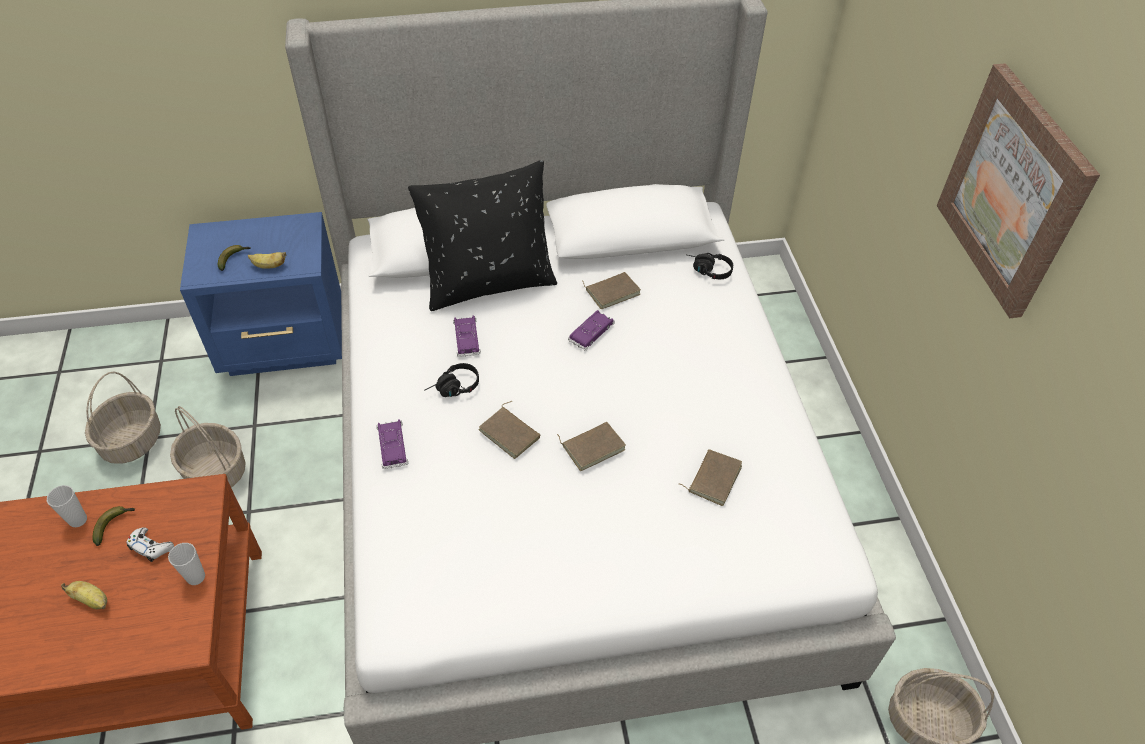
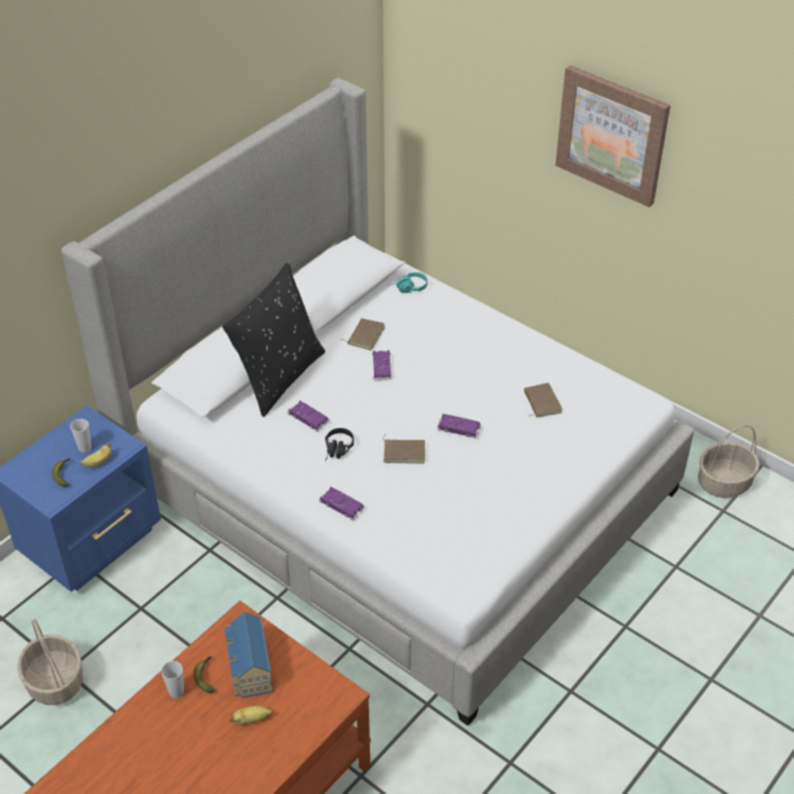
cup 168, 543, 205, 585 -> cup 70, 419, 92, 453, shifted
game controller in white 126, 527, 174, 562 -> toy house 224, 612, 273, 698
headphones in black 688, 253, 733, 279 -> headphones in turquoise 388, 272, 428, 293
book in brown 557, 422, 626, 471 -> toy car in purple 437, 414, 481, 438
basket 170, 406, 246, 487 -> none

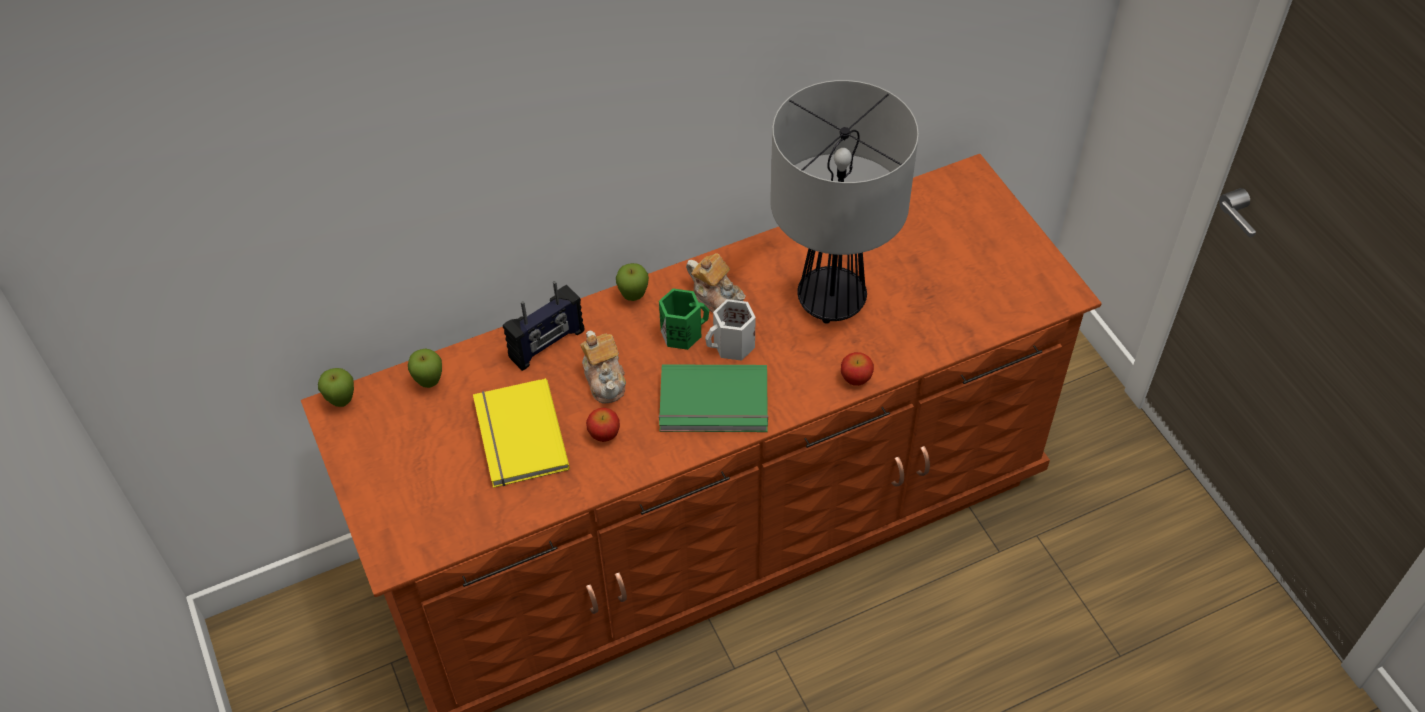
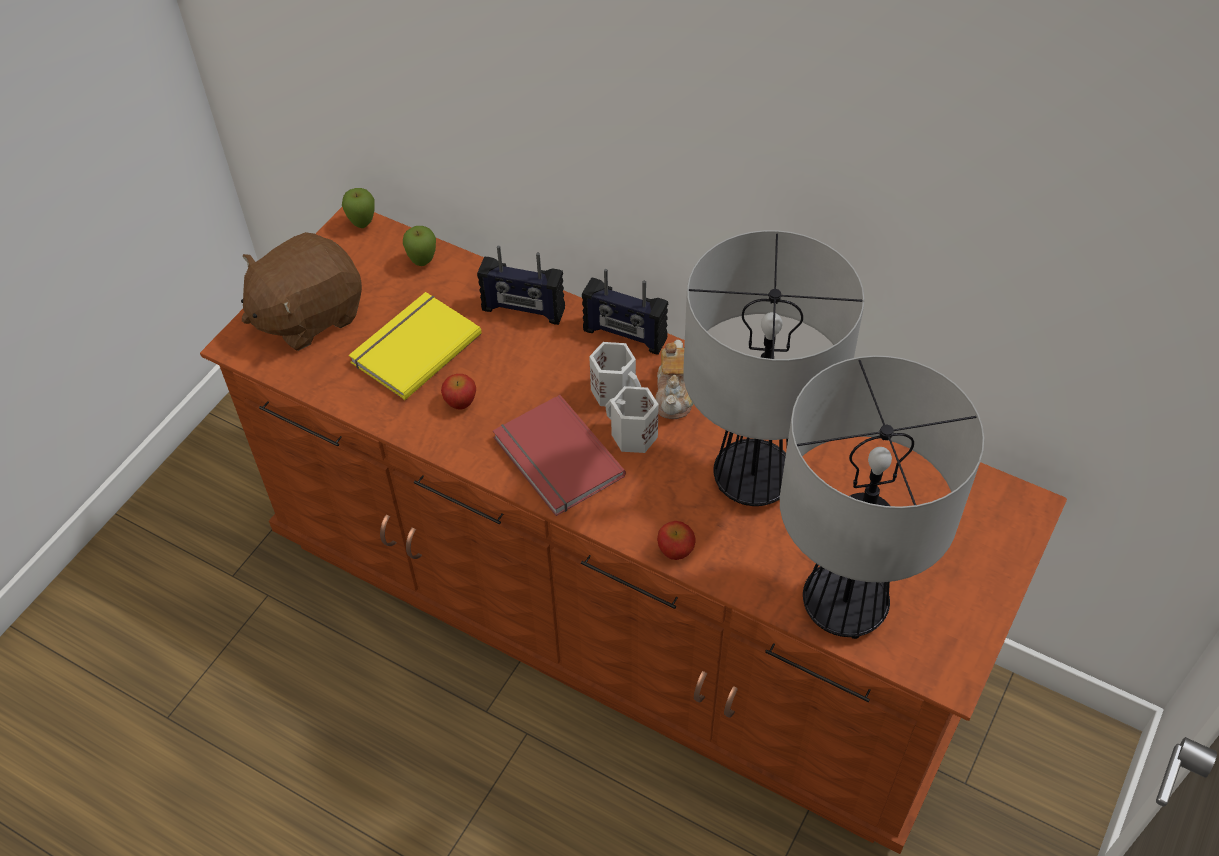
none -> plush toy in brown 241, 232, 362, 351
book in green 659, 364, 768, 432 -> book in red 493, 395, 626, 516
apple 616, 263, 649, 301 -> radio 582, 269, 668, 355
mug in green 659, 288, 709, 350 -> mug in white 589, 342, 641, 406
none -> table lamp 780, 356, 984, 639
teapot 580, 331, 626, 403 -> none

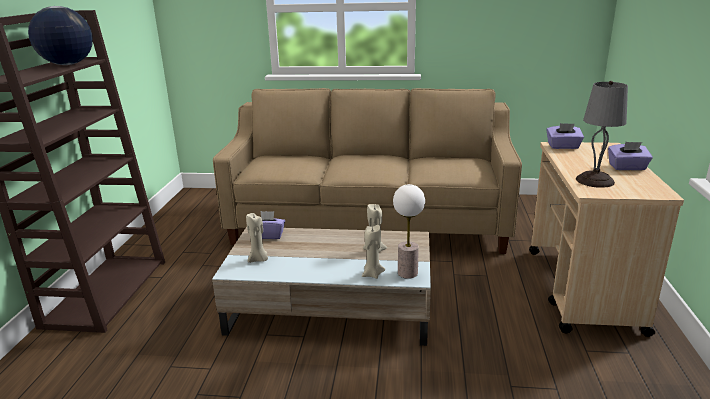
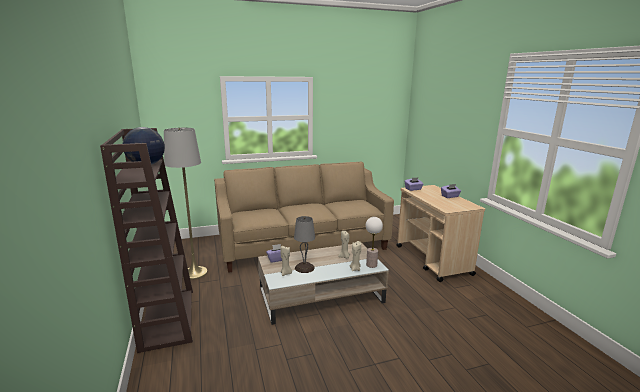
none -> floor lamp in grey 164, 128, 208, 280
table lamp in grey 576, 81, 628, 188 -> table lamp in grey 294, 216, 315, 273, shifted

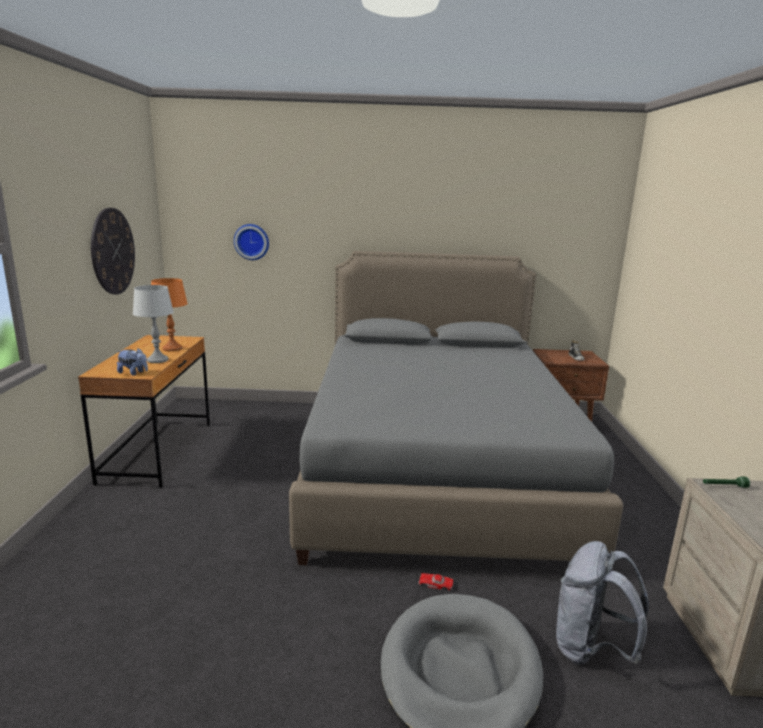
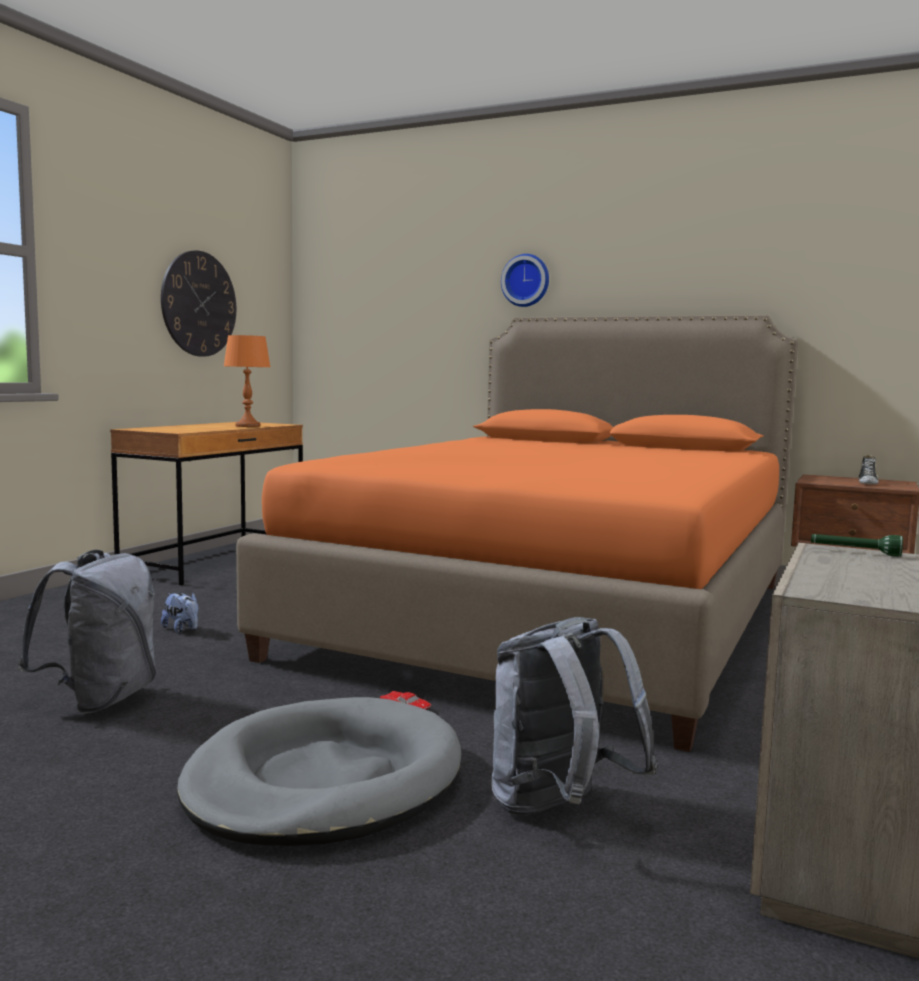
none -> backpack in grey 18, 550, 156, 714
plush toy 117, 348, 148, 375 -> plush toy 161, 593, 198, 633, shifted
bed in grey 289, 251, 623, 565 -> bed in orange 236, 315, 798, 752
wall clock 234, 224, 269, 260 -> wall clock 501, 254, 549, 307, shifted
table lamp in grey 133, 285, 174, 363 -> none

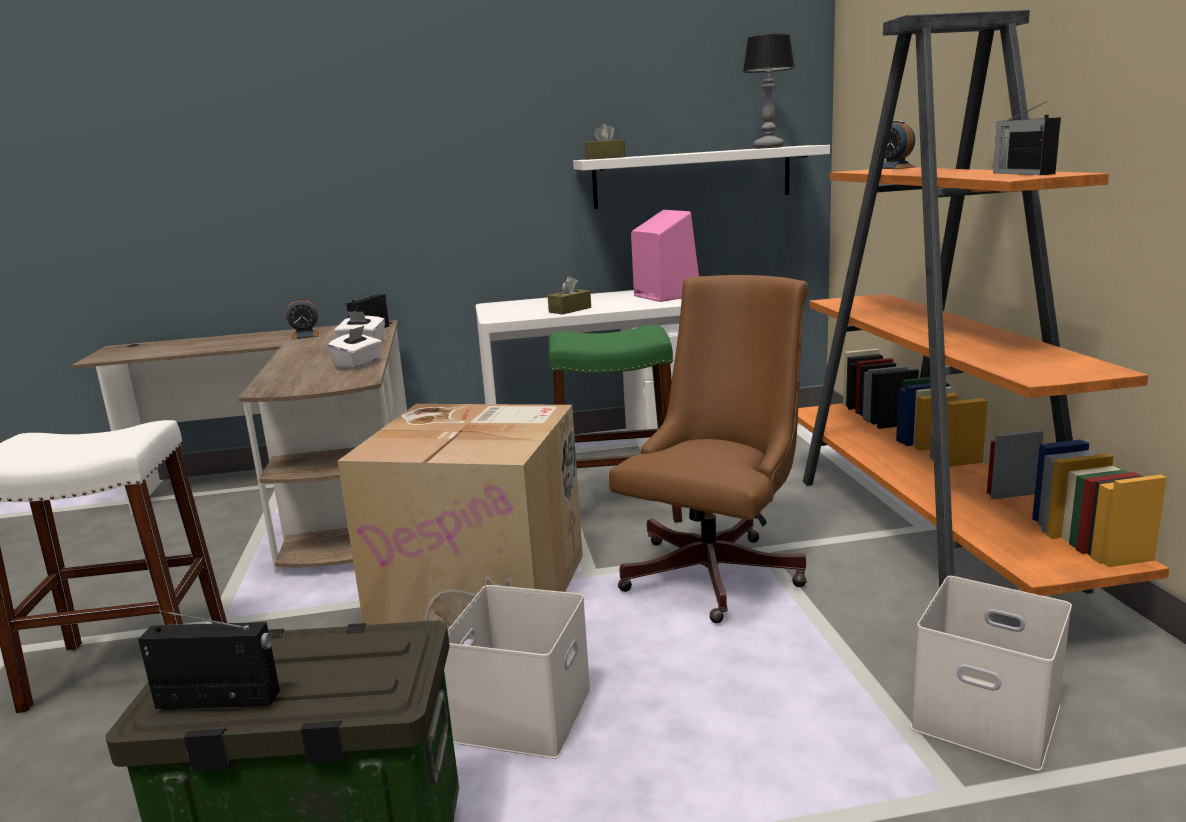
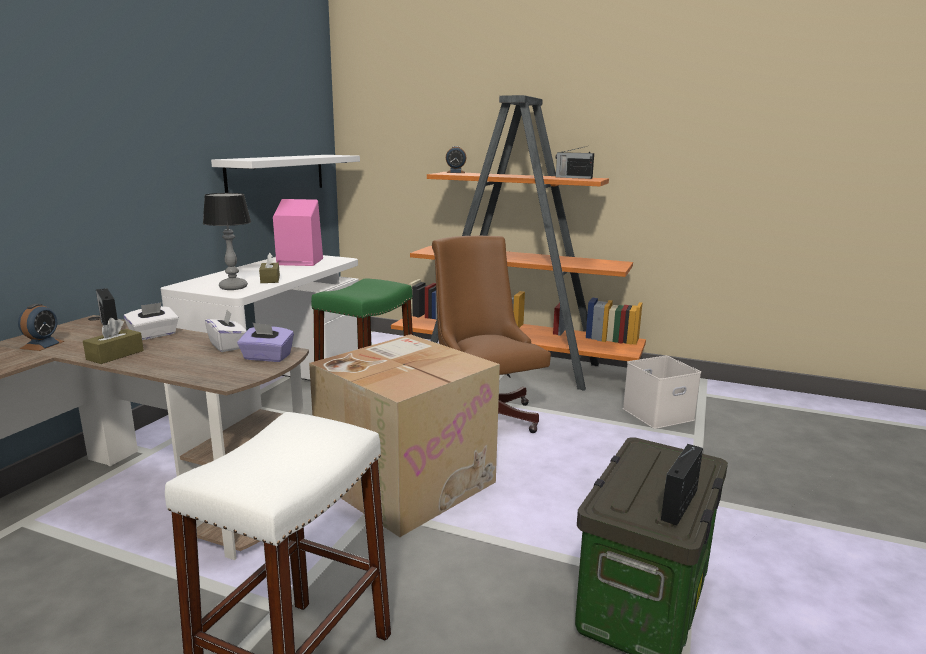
tissue box in brown 585, 124, 625, 160 -> tissue box in brown 83, 318, 144, 364, shifted
table lamp 743, 34, 795, 149 -> table lamp 203, 193, 251, 290, shifted
none -> tissue box in purple 237, 323, 294, 362
storage box in white 444, 585, 591, 759 -> none

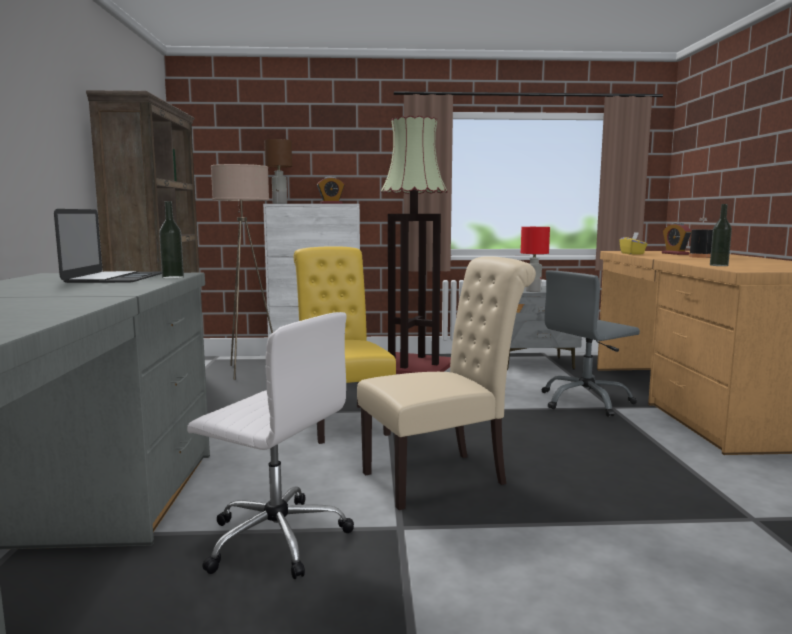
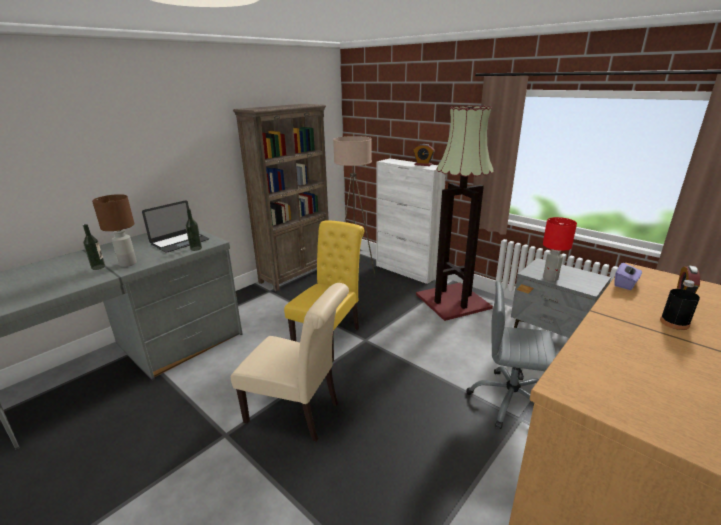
bottle 710, 204, 732, 266 -> bottle 83, 224, 105, 270, shifted
table lamp in brown 264, 139, 292, 204 -> table lamp in brown 92, 194, 137, 267, shifted
tissue box in yellow 619, 232, 647, 254 -> tissue box in purple 614, 263, 642, 290
office chair in white 187, 312, 354, 579 -> none

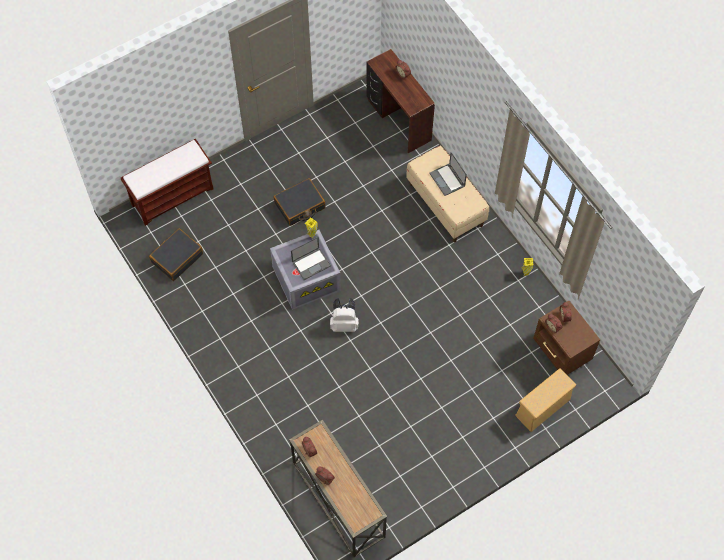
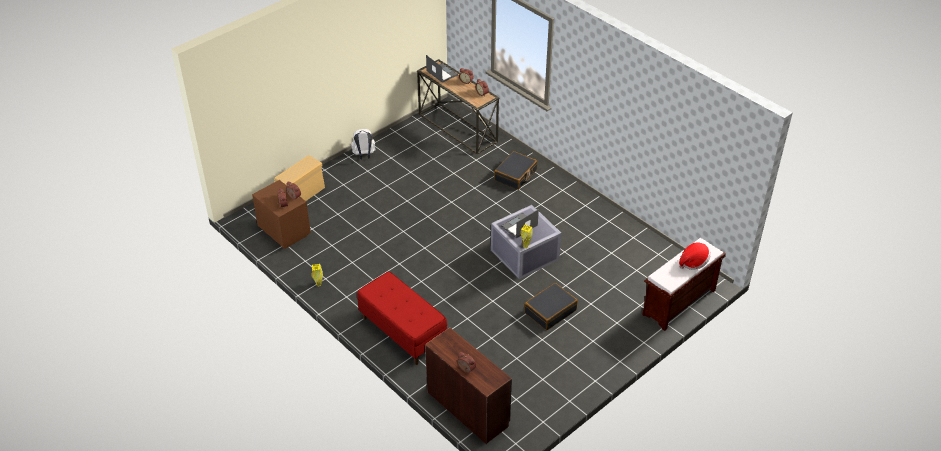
backpack in white 330, 298, 359, 332 -> backpack in white 351, 129, 375, 159, shifted
bench in beige 406, 145, 489, 242 -> bench in red 357, 271, 447, 365
laptop 429, 152, 467, 196 -> laptop 426, 55, 458, 83, shifted
suitcase in black 149, 228, 203, 281 -> suitcase in black 494, 151, 537, 190, shifted
none -> hat 679, 242, 711, 270

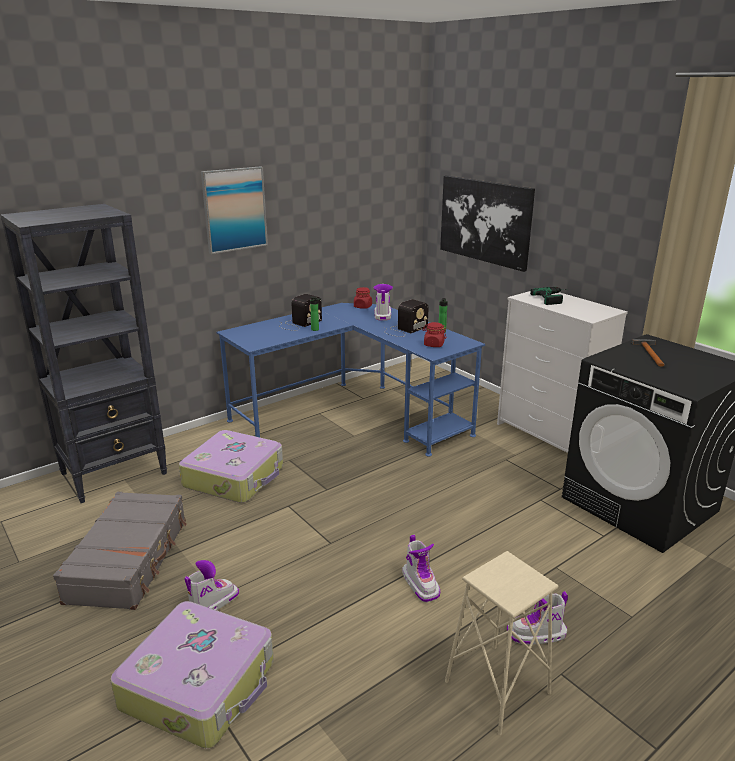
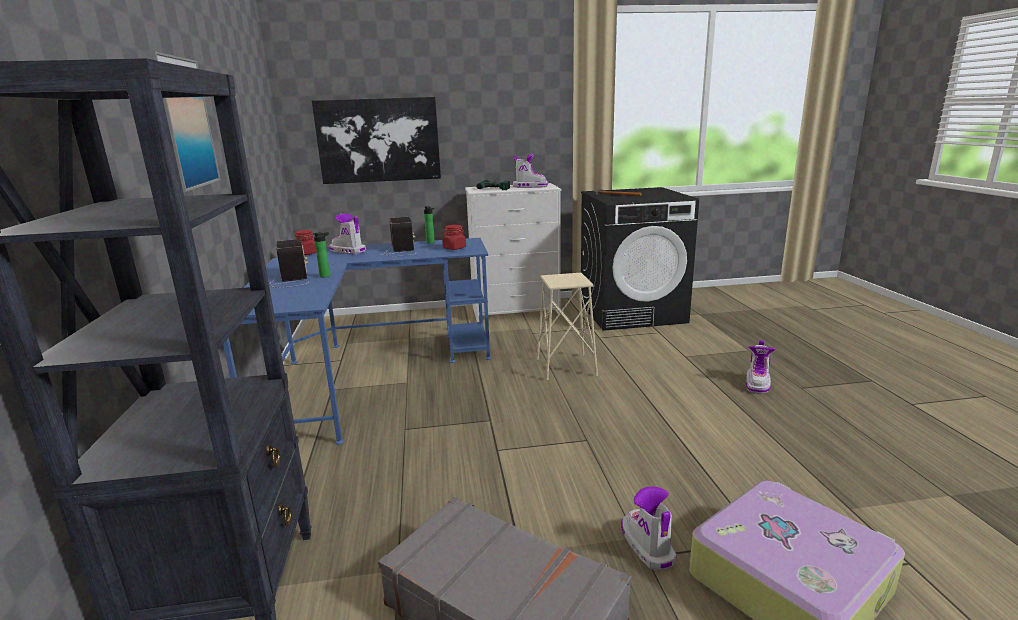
boot 402, 535, 440, 602 -> boot 512, 154, 548, 188, shifted
stool in beige 445, 551, 558, 735 -> stool in beige 536, 273, 598, 380, shifted
suitcase 179, 430, 283, 503 -> none

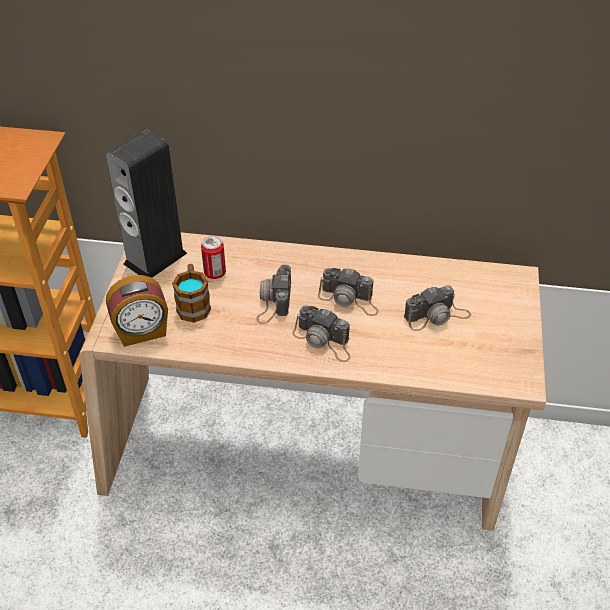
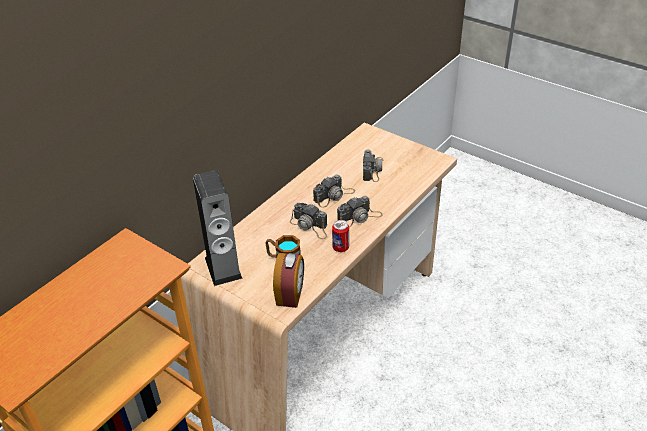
can 201, 236, 226, 279 -> can 332, 220, 349, 252, shifted

